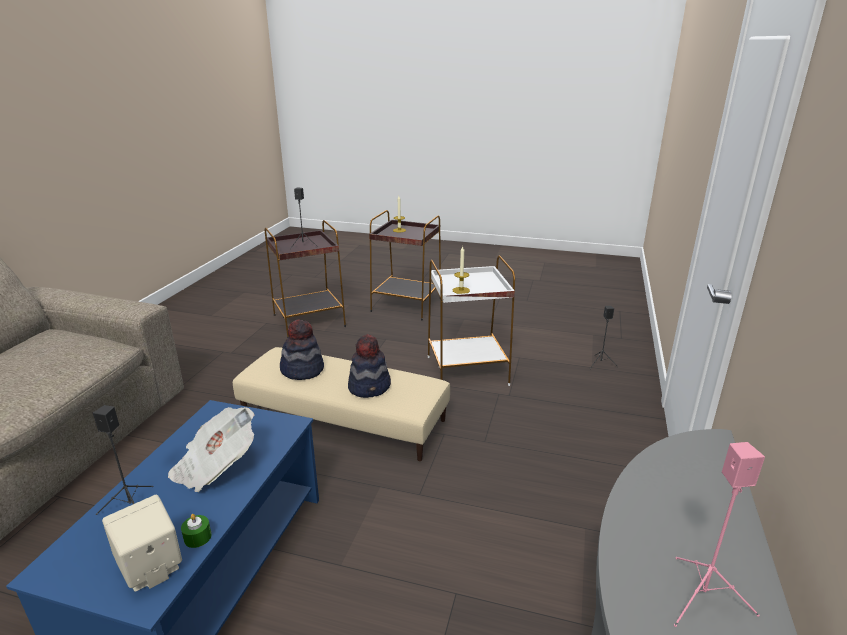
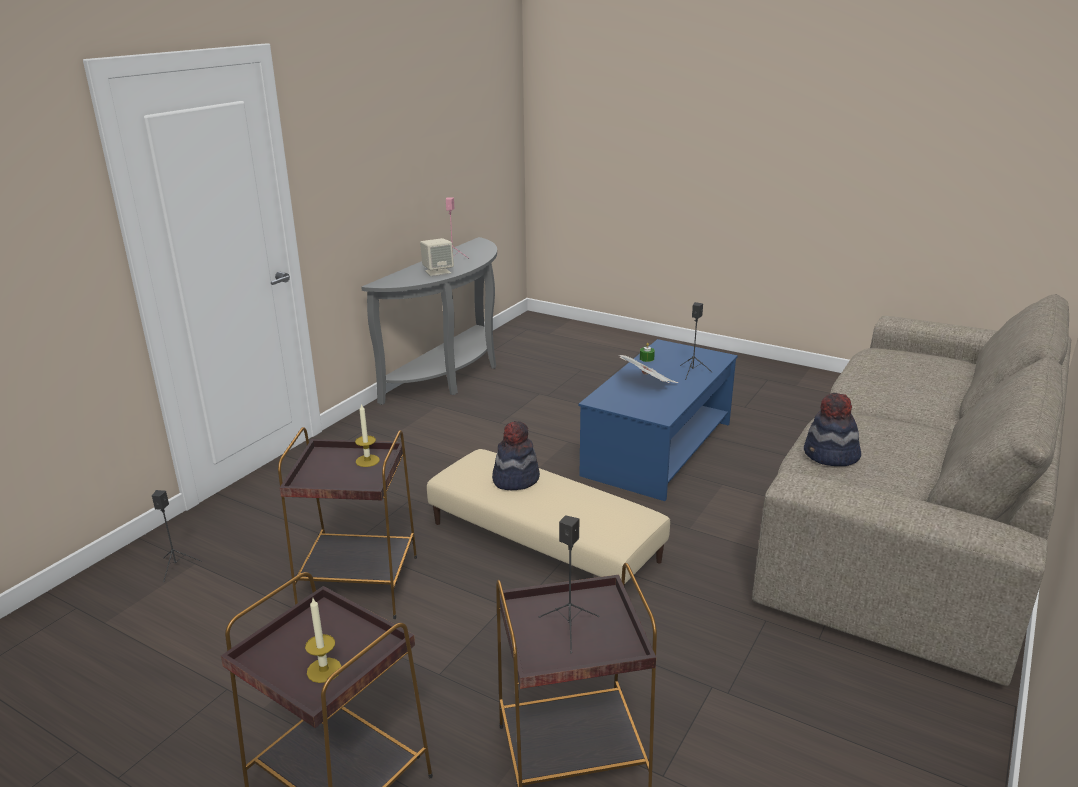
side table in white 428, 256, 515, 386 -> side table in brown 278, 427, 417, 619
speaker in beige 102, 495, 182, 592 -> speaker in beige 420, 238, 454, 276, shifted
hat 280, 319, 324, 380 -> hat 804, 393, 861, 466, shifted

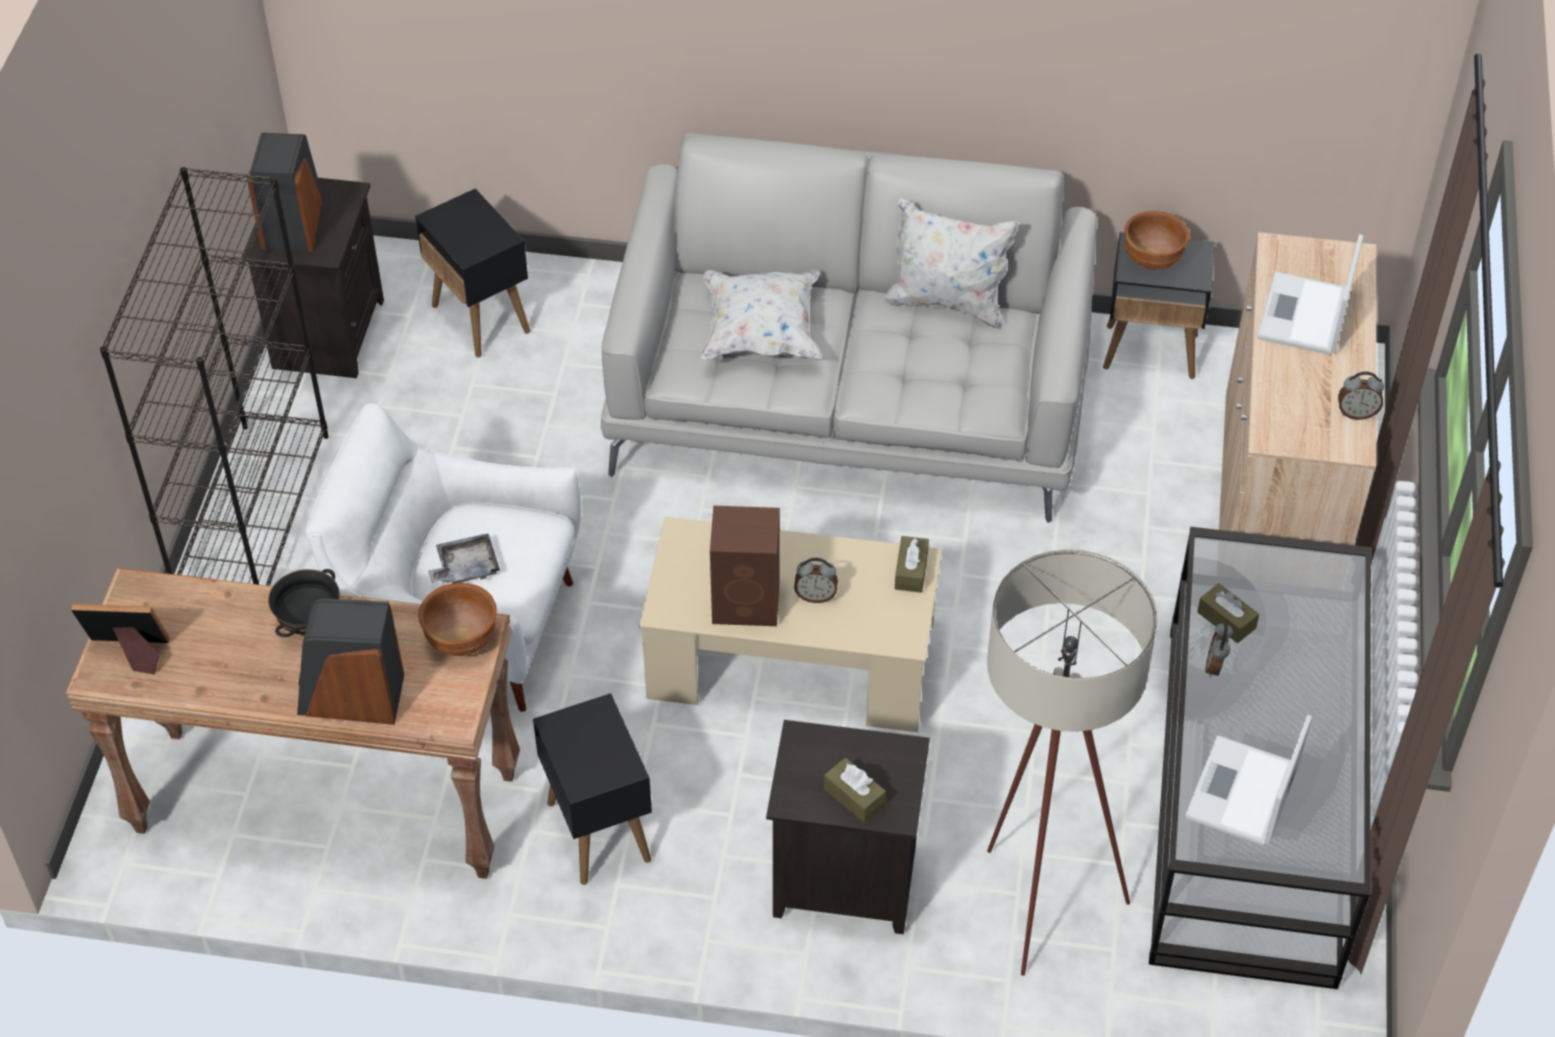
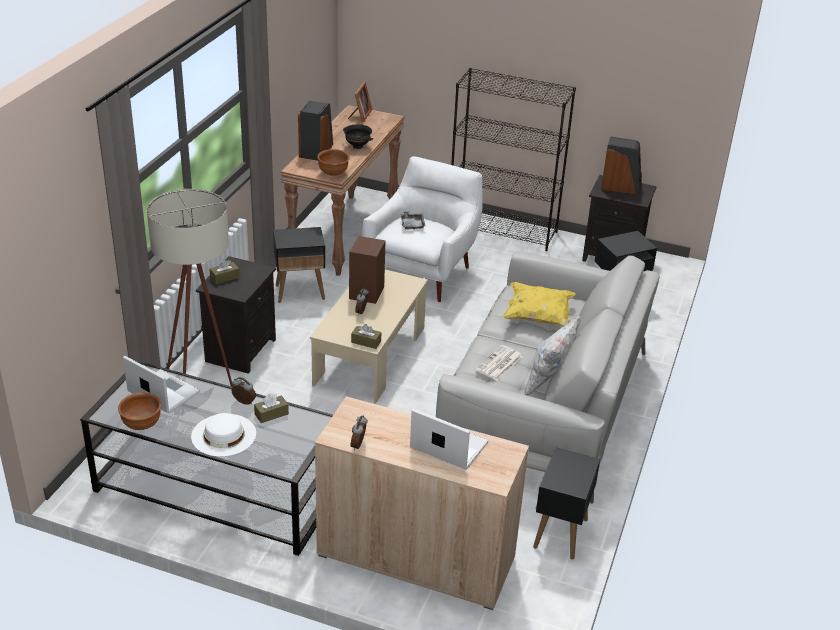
bowl in brown 1124, 211, 1190, 270 -> bowl in brown 118, 393, 161, 430, shifted
none -> hat in white 191, 413, 256, 457
none -> newspaper 475, 345, 523, 380
pillow in white 700, 270, 822, 360 -> pillow in yellow 503, 282, 576, 326

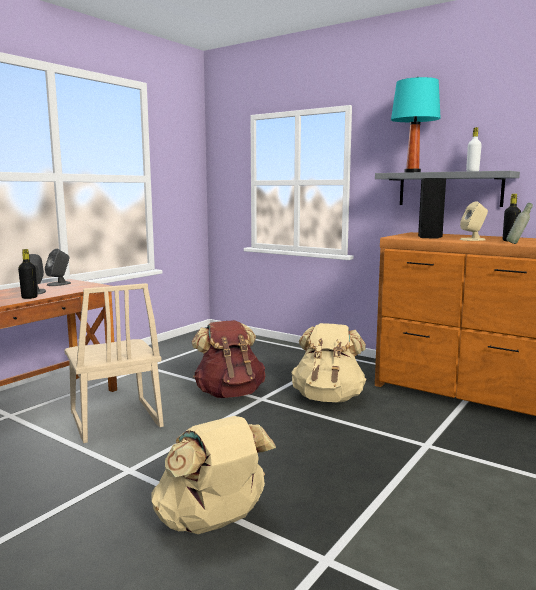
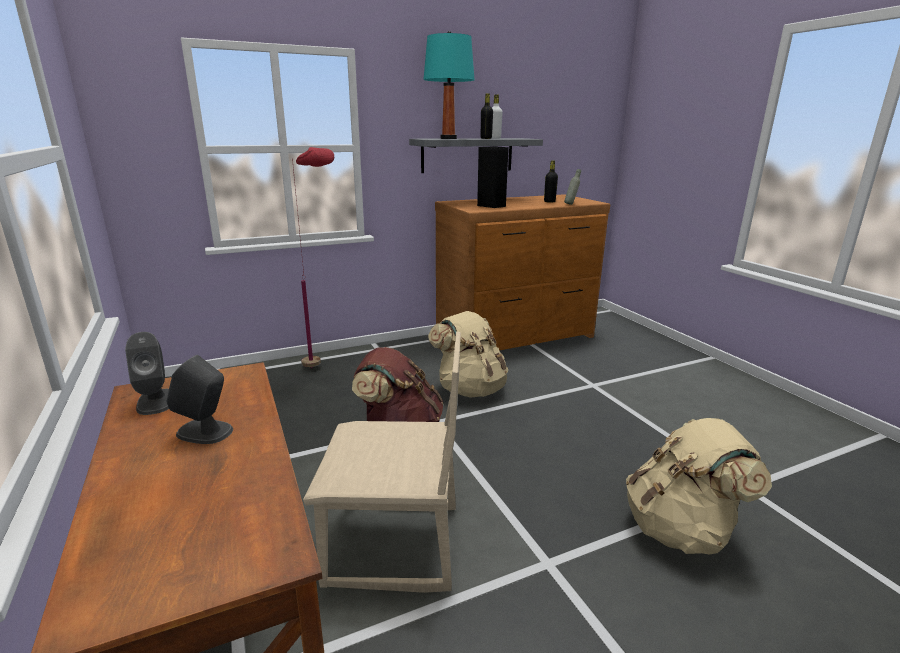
none -> floor lamp in red 292, 147, 334, 368
bottle in black 18, 249, 38, 299 -> bottle in black 481, 93, 493, 139, shifted
speaker in beige 460, 201, 488, 241 -> none

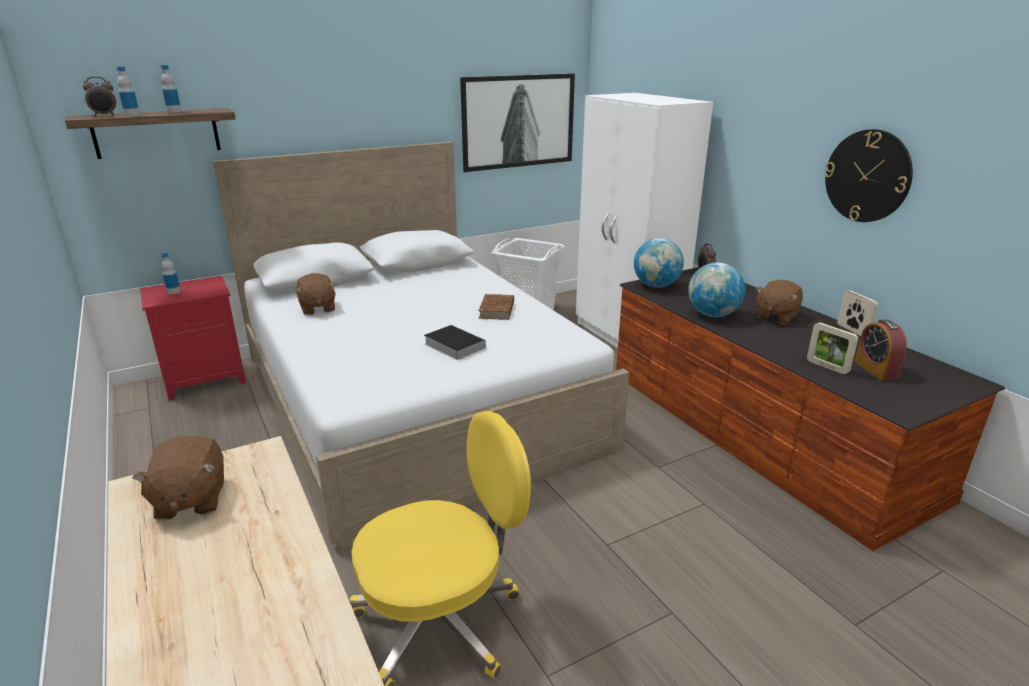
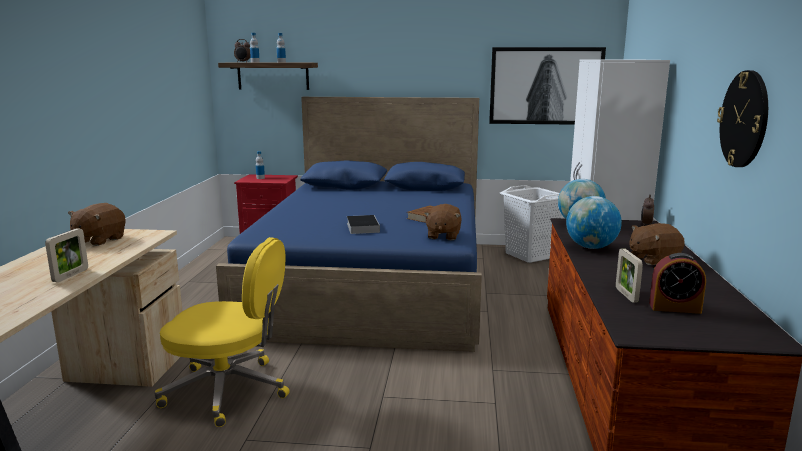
picture frame 837, 290, 878, 336 -> picture frame 45, 228, 88, 282, shifted
bed in white 213, 142, 629, 550 -> bed in blue 216, 97, 482, 352
plush toy in brown 295, 273, 336, 315 -> plush toy in brown 424, 204, 462, 240, shifted
alarm clock 855, 320, 907, 381 -> alarm clock 649, 253, 706, 314, 105 degrees counterclockwise

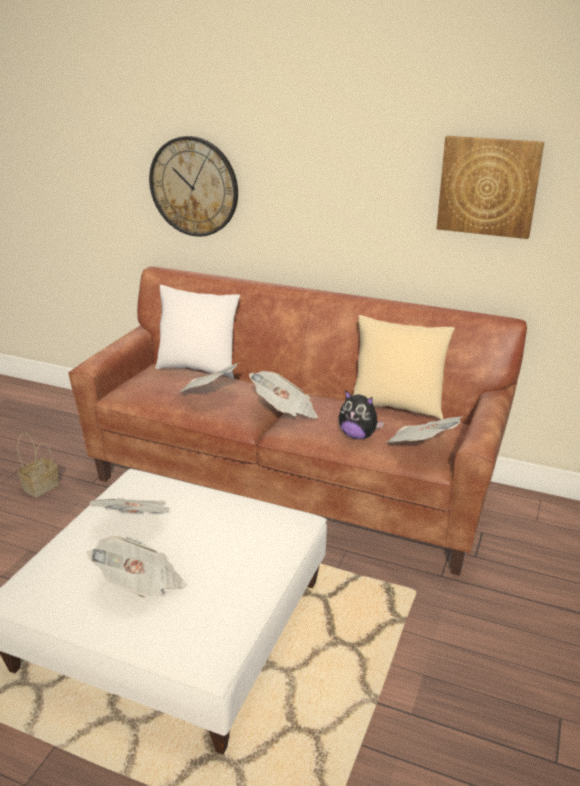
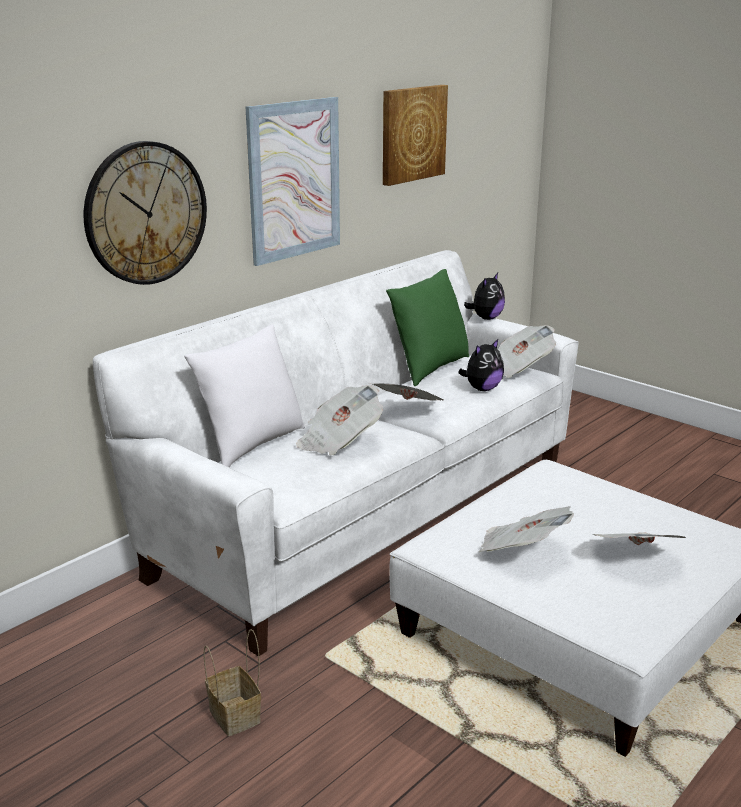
sofa in brown 68, 267, 527, 576 -> sofa in white 93, 250, 579, 656
none -> picture 245, 97, 340, 266
pillow in beige 353, 315, 455, 420 -> pillow in green 386, 269, 469, 386
none -> plush toy 464, 273, 505, 320

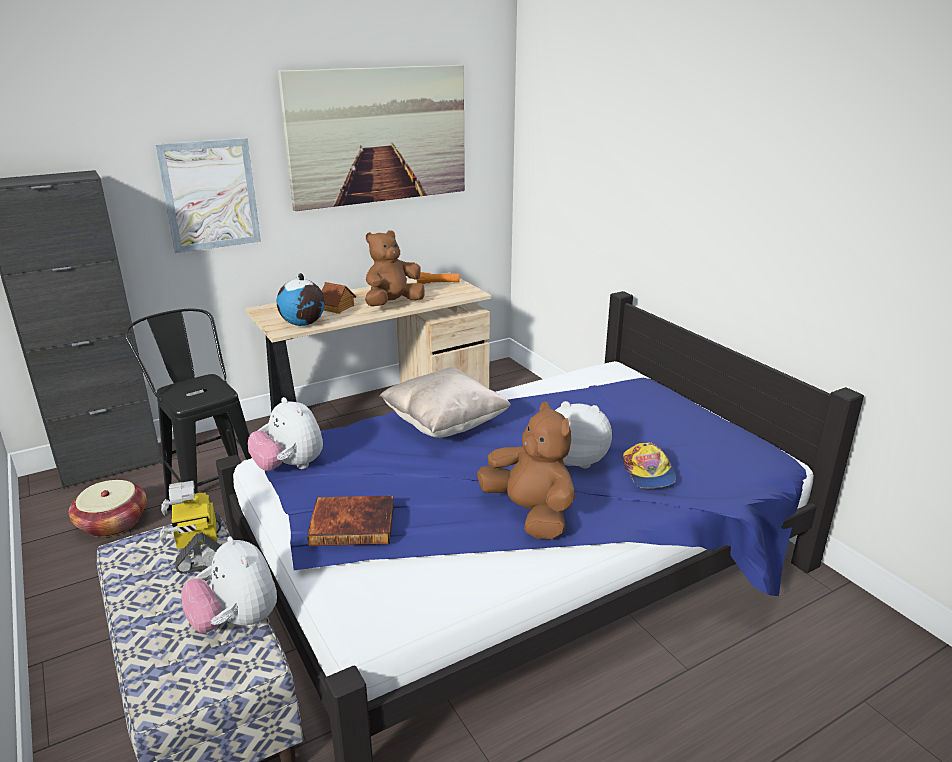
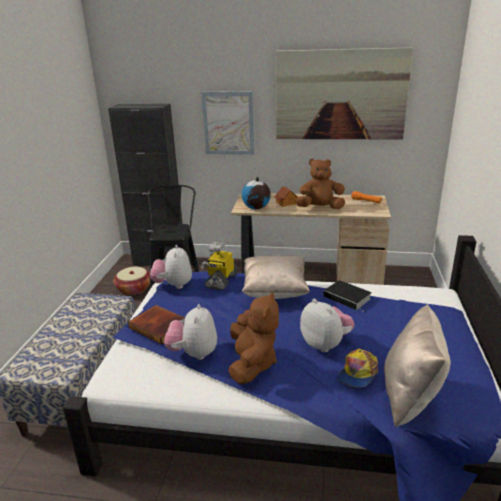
plush toy 181, 536, 277, 633 -> plush toy 164, 304, 217, 360, shifted
toy robot 160, 480, 221, 574 -> toy robot 200, 242, 239, 290, shifted
none -> book 323, 280, 372, 312
none -> pillow in beige 384, 304, 451, 427

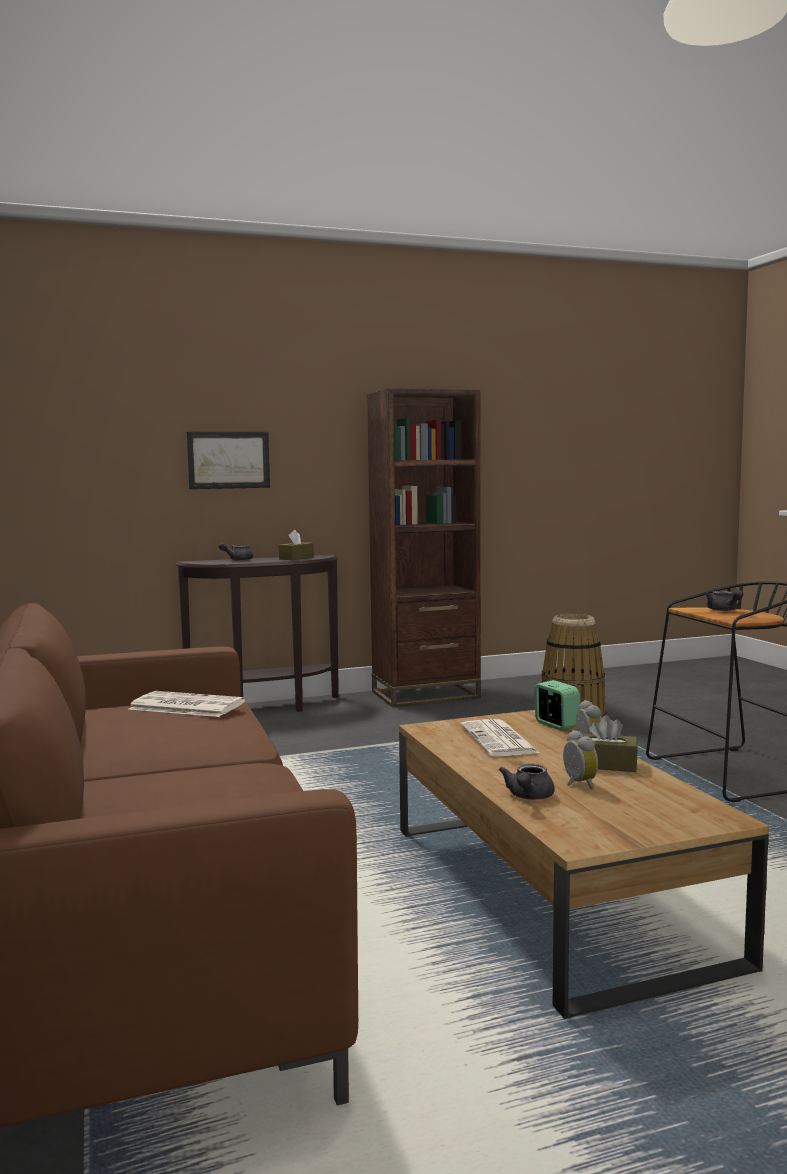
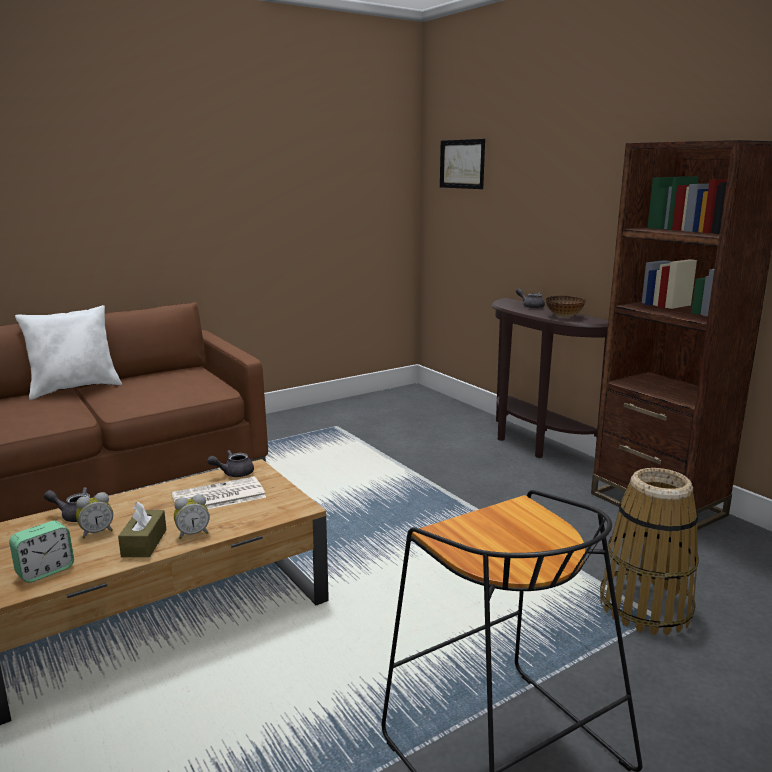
alarm clock 535, 680, 580, 731 -> alarm clock 9, 521, 74, 583, shifted
none -> pillow in white 15, 305, 122, 400
teapot in grey 706, 590, 743, 611 -> teapot in grey 207, 450, 254, 477, shifted
picture 187, 432, 270, 489 -> picture 440, 139, 485, 189, shifted
tissue box in brown 279, 530, 314, 560 -> bowl 546, 296, 586, 317
newspaper 128, 691, 245, 717 -> none

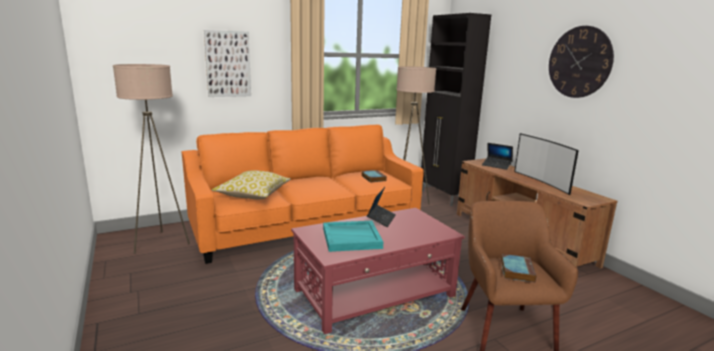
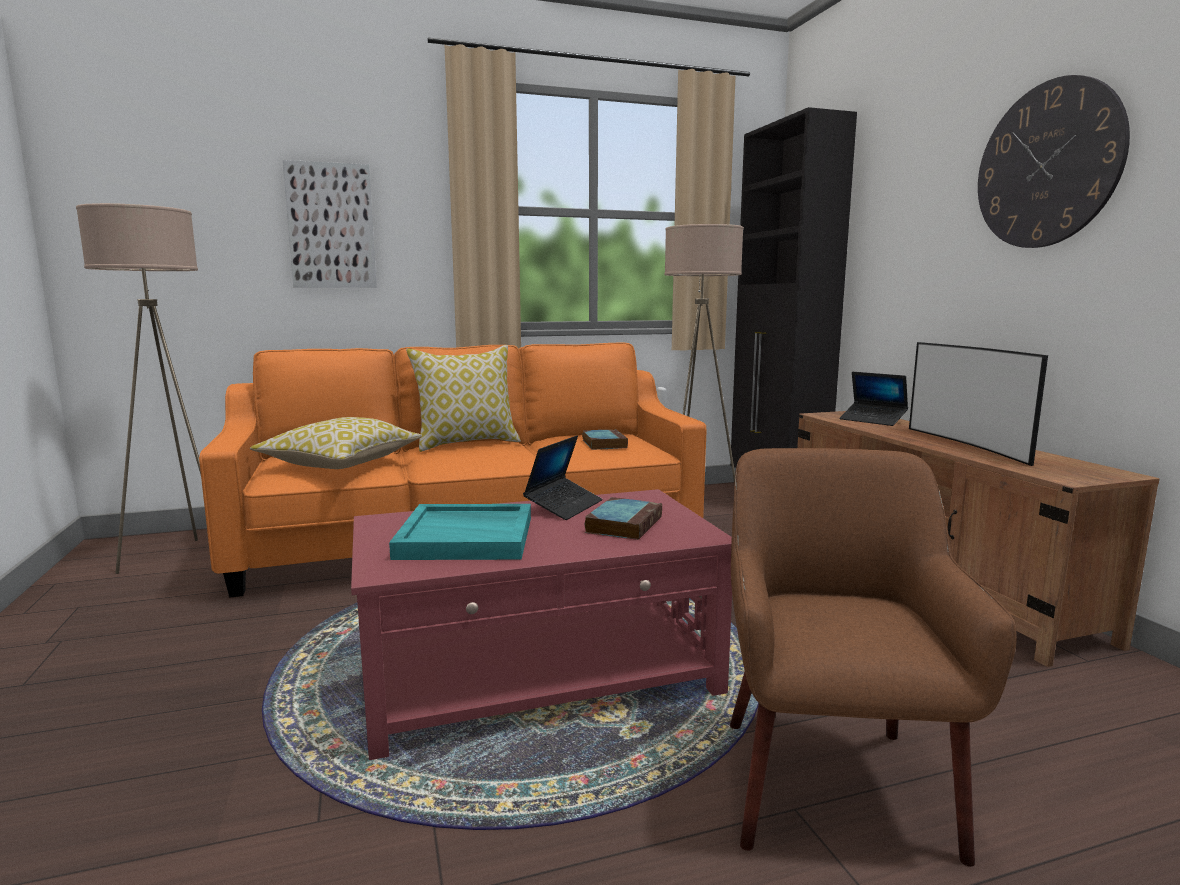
none -> pillow 406, 345, 521, 452
book 501, 254, 537, 283 -> book 585, 497, 662, 540, shifted

